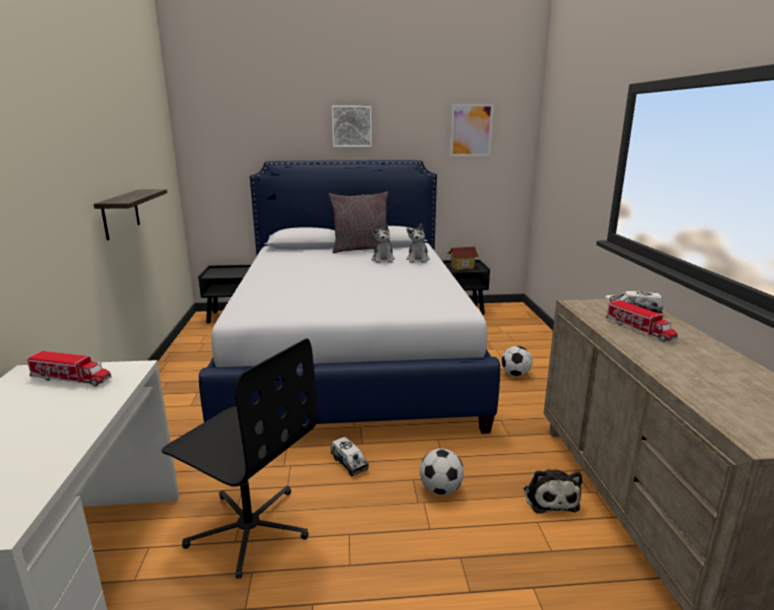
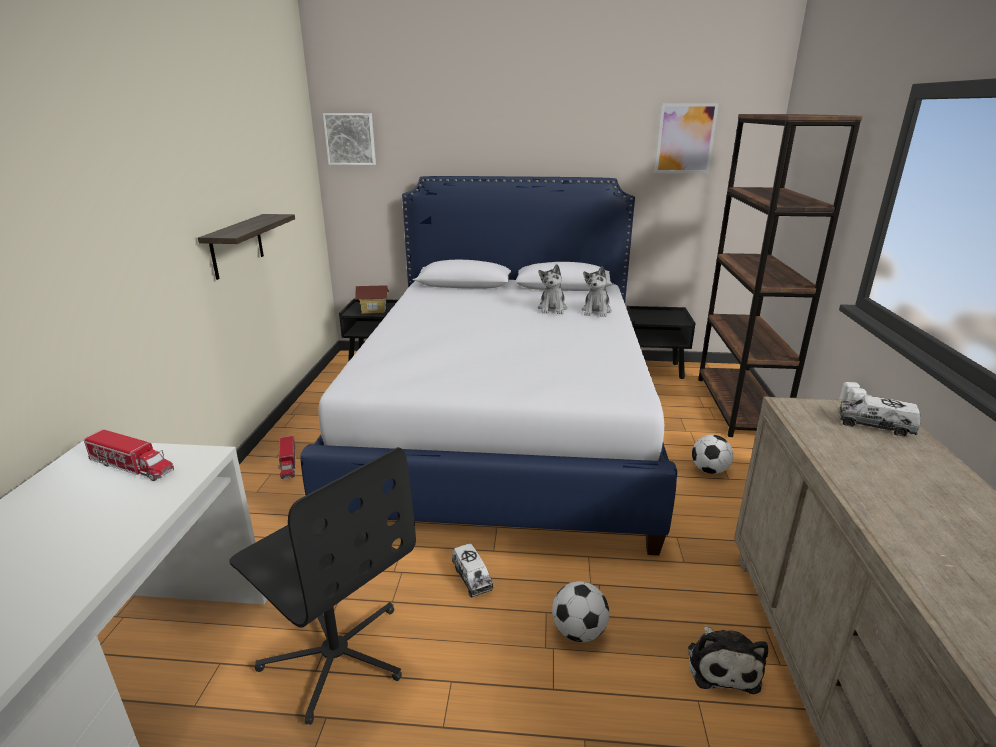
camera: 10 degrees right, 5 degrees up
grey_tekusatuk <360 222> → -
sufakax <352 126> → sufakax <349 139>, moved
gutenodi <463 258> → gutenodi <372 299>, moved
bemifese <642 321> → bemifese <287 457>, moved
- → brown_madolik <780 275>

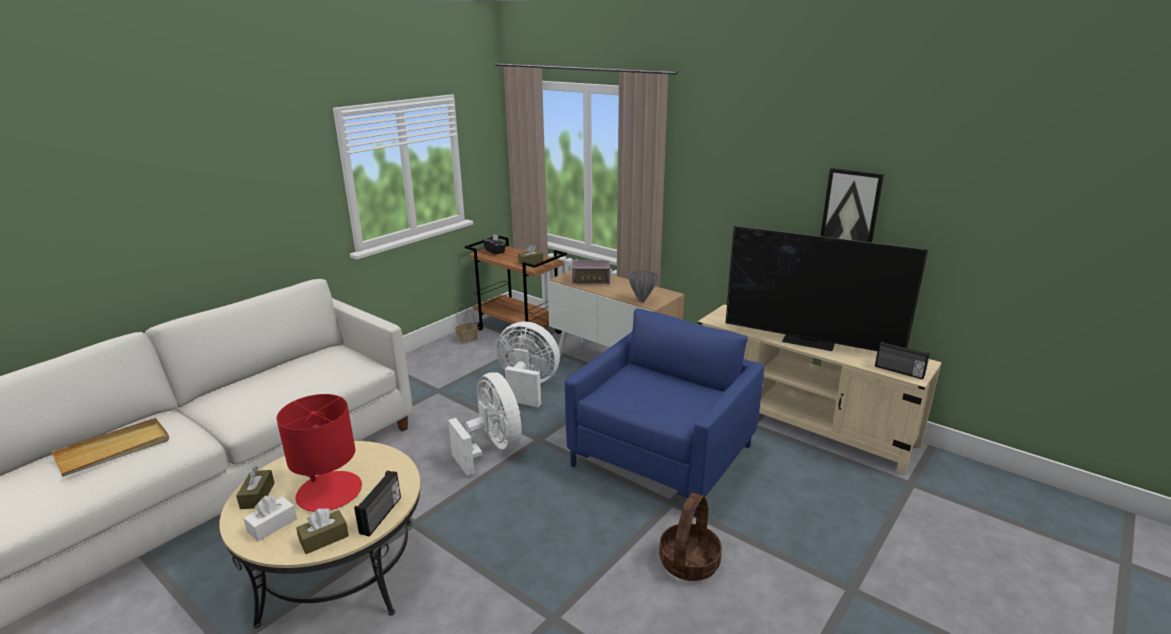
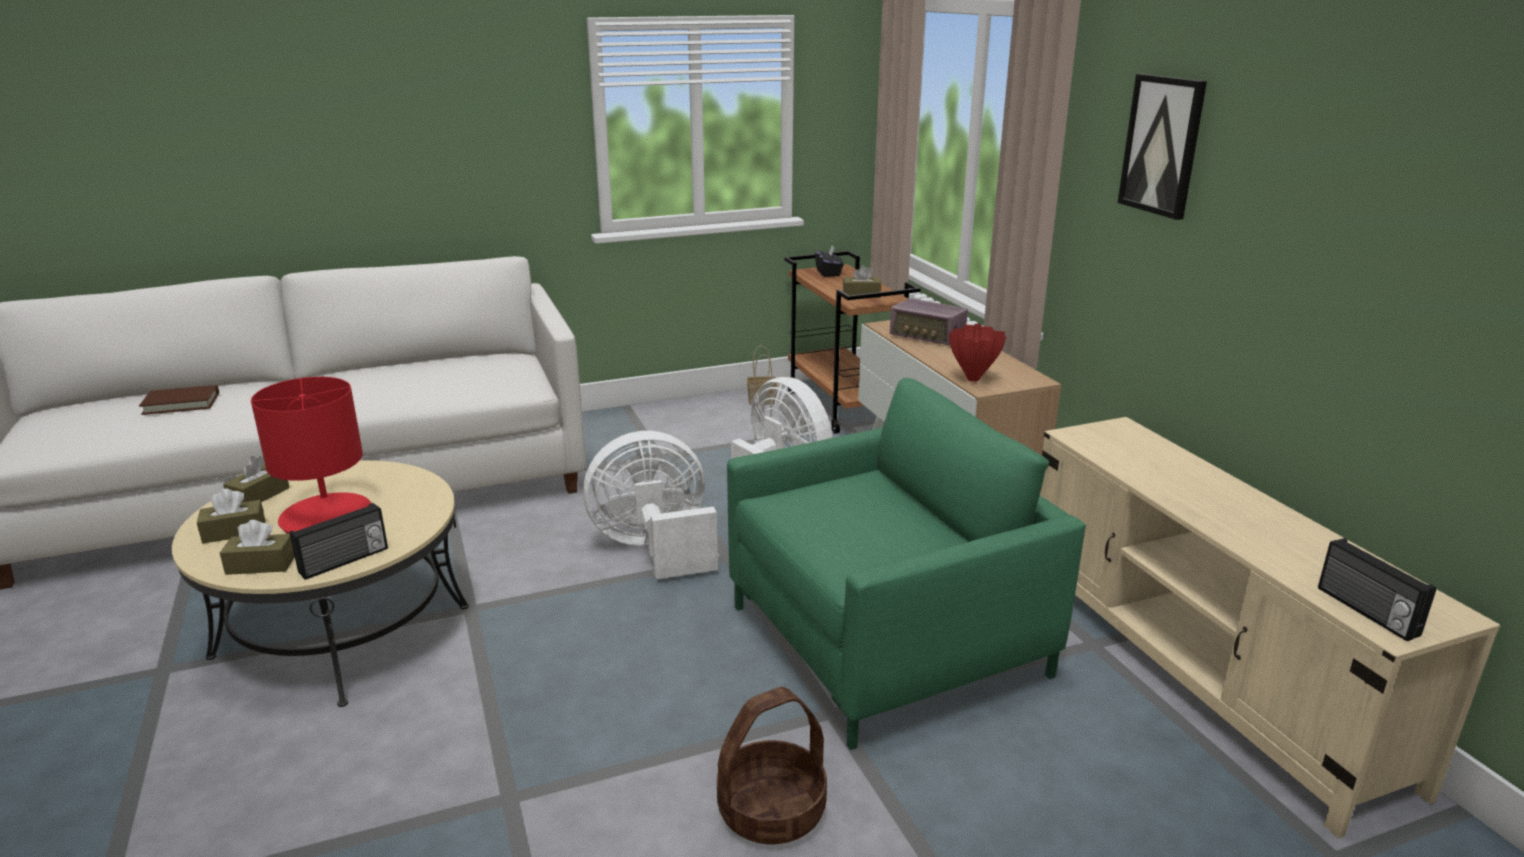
camera: 30 degrees right, 0 degrees up
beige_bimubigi <110 447> → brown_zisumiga <179 400>
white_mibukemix <270 518> → brown_mibukemix <231 516>
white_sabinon <485 424> → white_sabinon <650 505>, 105 degrees counterclockwise
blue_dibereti <664 413> → green_dibereti <906 564>
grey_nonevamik <643 285> → red_nonevamik <977 352>
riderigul <827 288> → -
sufakax <852 205> → sufakax <1162 147>, moved

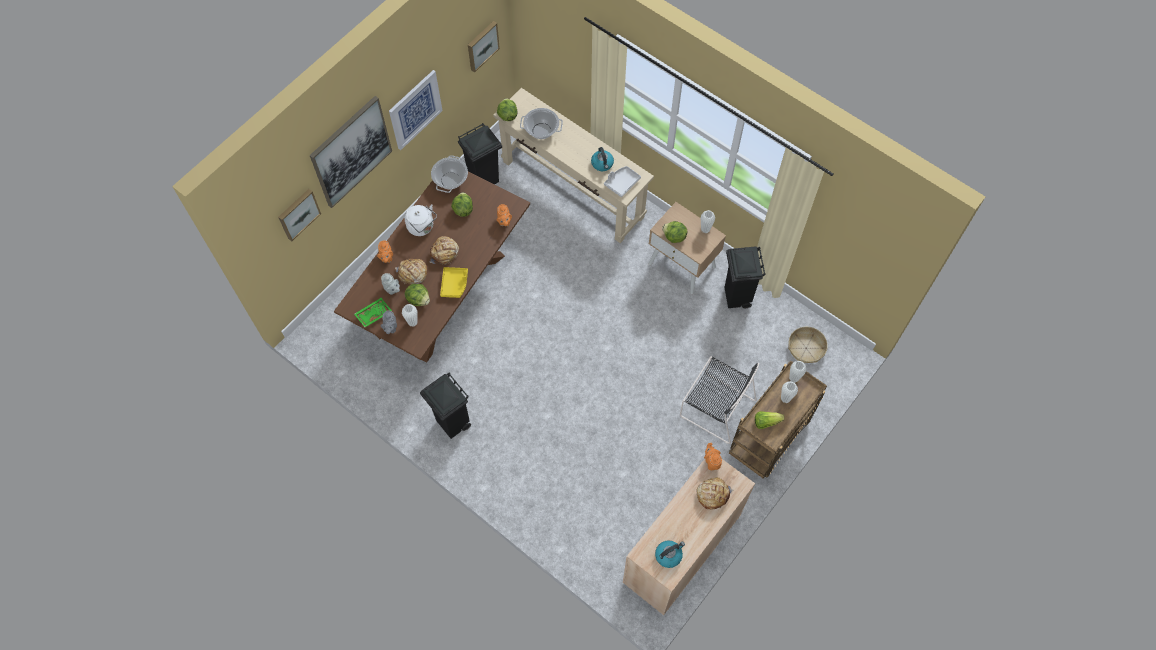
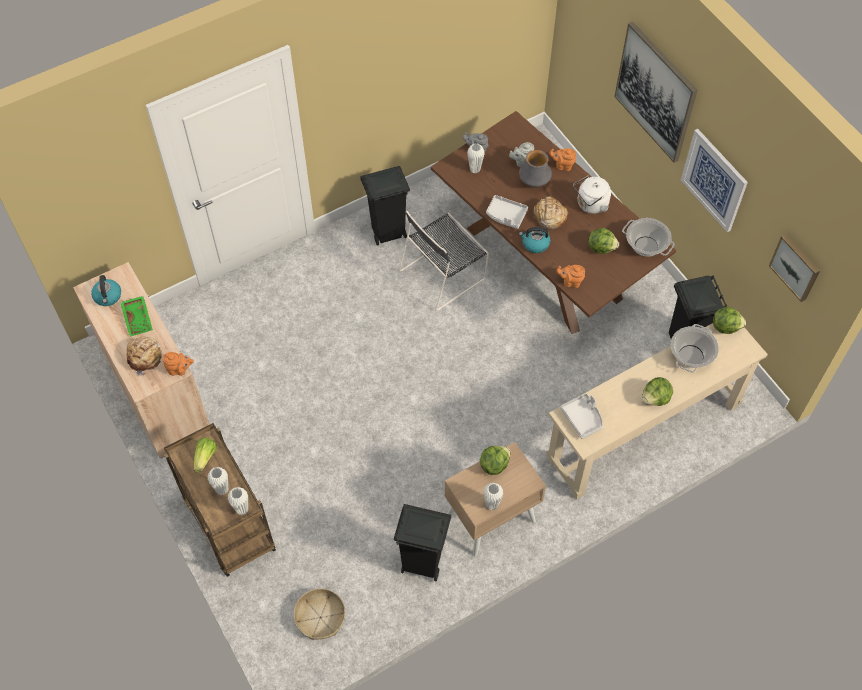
camera: 110 degrees right, 5 degrees down
sufakax <299 215> → -
green_bimubigi <373 312> → green_bimubigi <136 316>, moved
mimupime <411 271> → nonevamik <535 169>
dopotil <417 295> → dopotil <657 391>, moved
yellow_bimubigi <454 282> → grey_bimubigi <507 212>
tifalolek <602 159> → tifalolek <534 240>, moved
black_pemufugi <719 400> → black_pemufugi <444 261>, moved

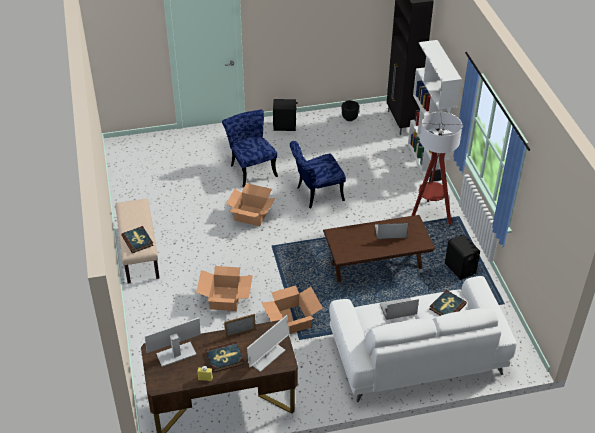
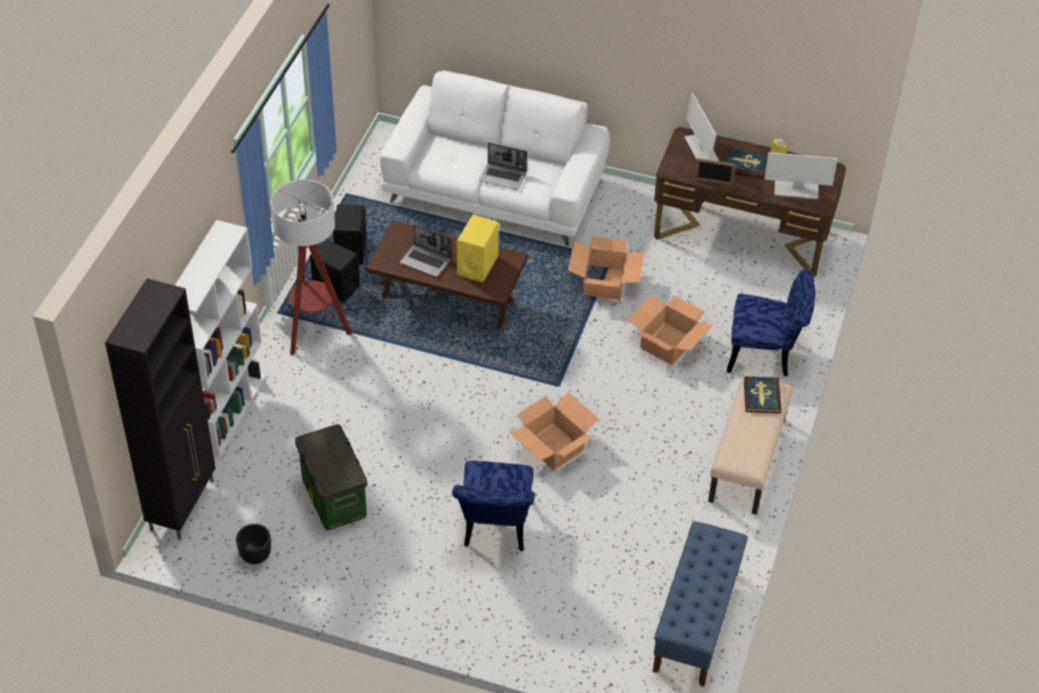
camera: 150 degrees left, 5 degrees up
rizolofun <268 343> → rizolofun <702 127>, 90 degrees counterclockwise
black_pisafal <285 115> → black_pisafal <335 271>, moved
blue_pemufugi <318 174> → blue_pemufugi <771 323>, moved
zisumiga <448 303> → -
- → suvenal <331 477>
- → yellow_pisafal <478 248>
- → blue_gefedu <700 604>

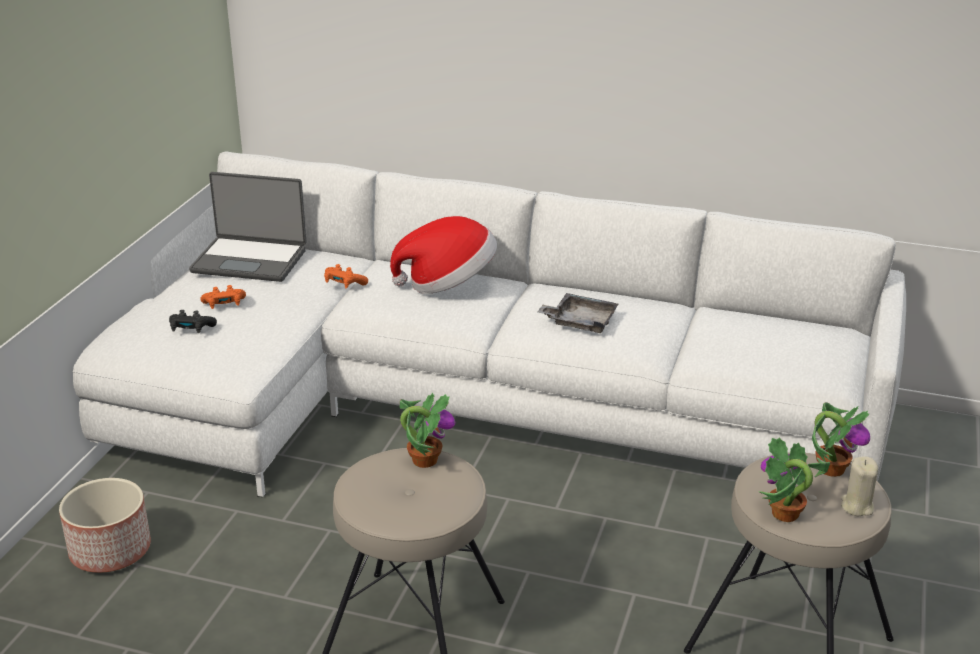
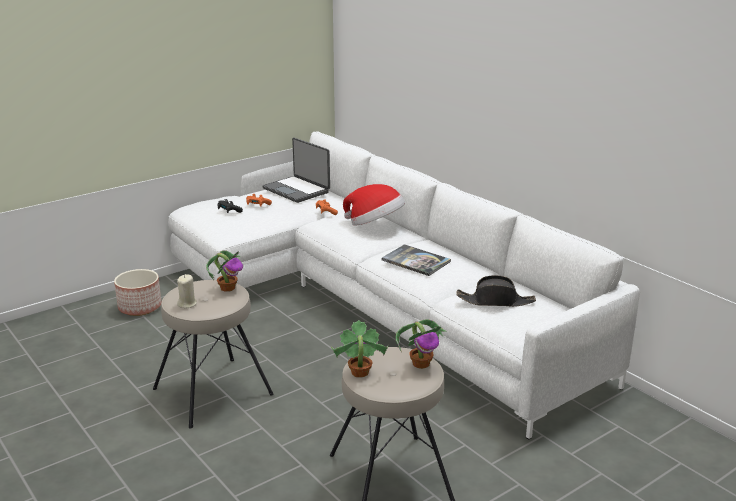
camera: 35 degrees right, 5 degrees down
grey_bimubigi <577 313> → zisumiga <416 260>
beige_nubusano <859 486> → beige_nubusano <187 291>, moved
- → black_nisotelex <496 291>

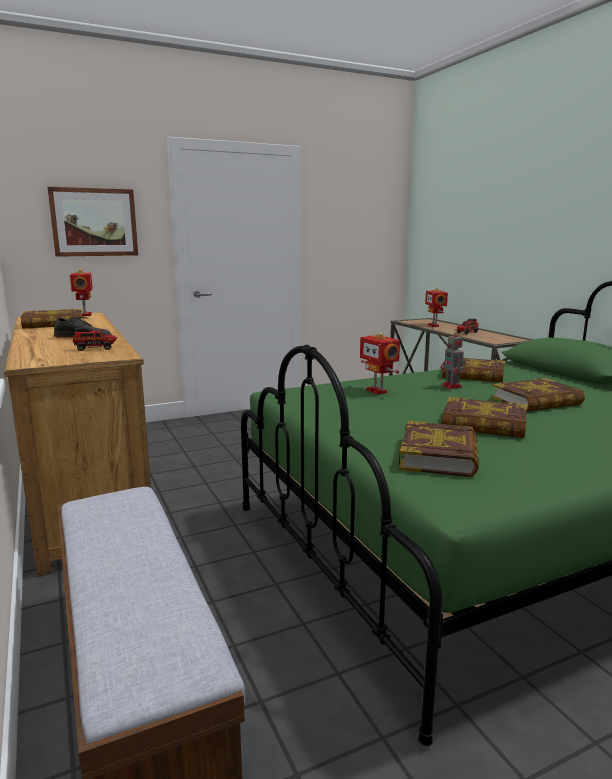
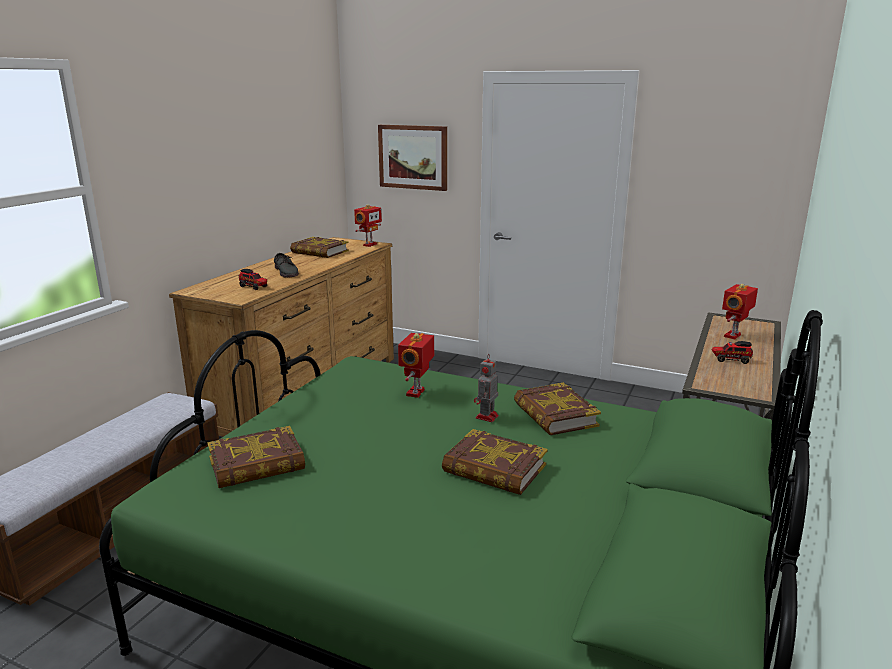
camera: 50 degrees right, 5 degrees up
zisumiga <484 417> → -

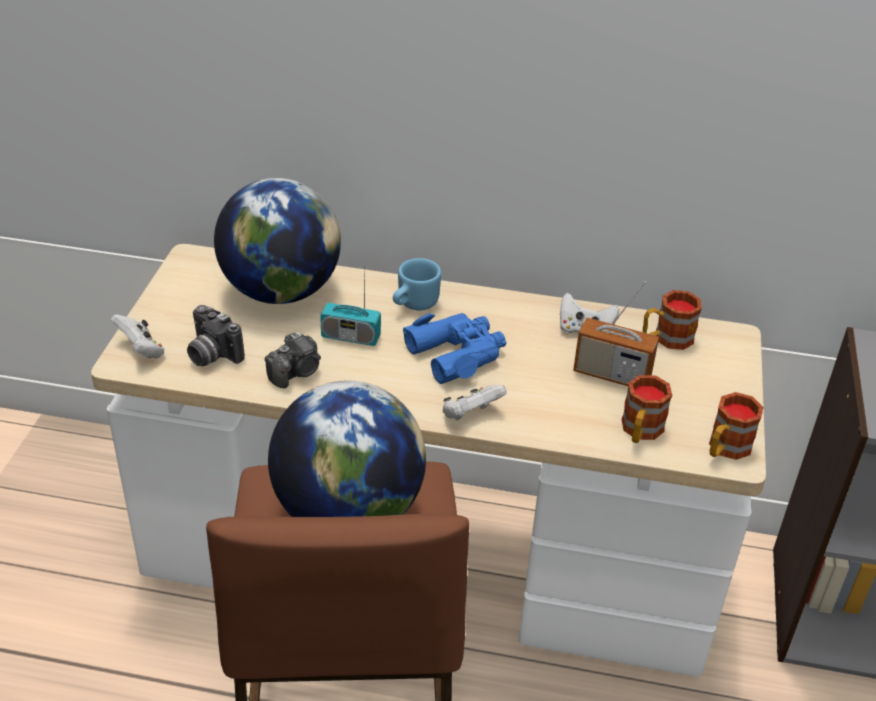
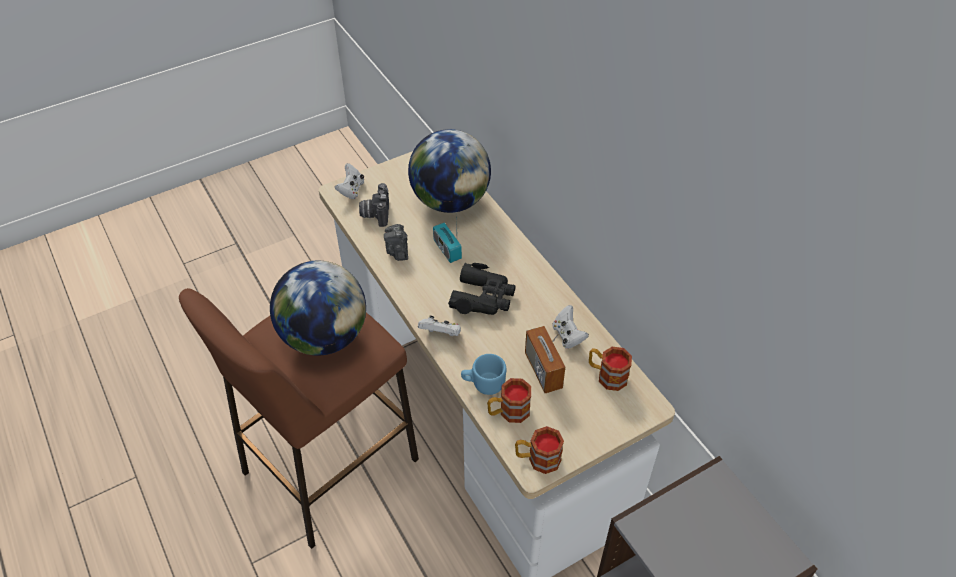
camera: 50 degrees right, 10 degrees up
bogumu <293 360> → bogumu <396 242>, 75 degrees clockwise
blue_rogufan <417 284> → blue_rogufan <483 374>, moved
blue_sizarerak <454 348> → black_sizarerak <482 289>

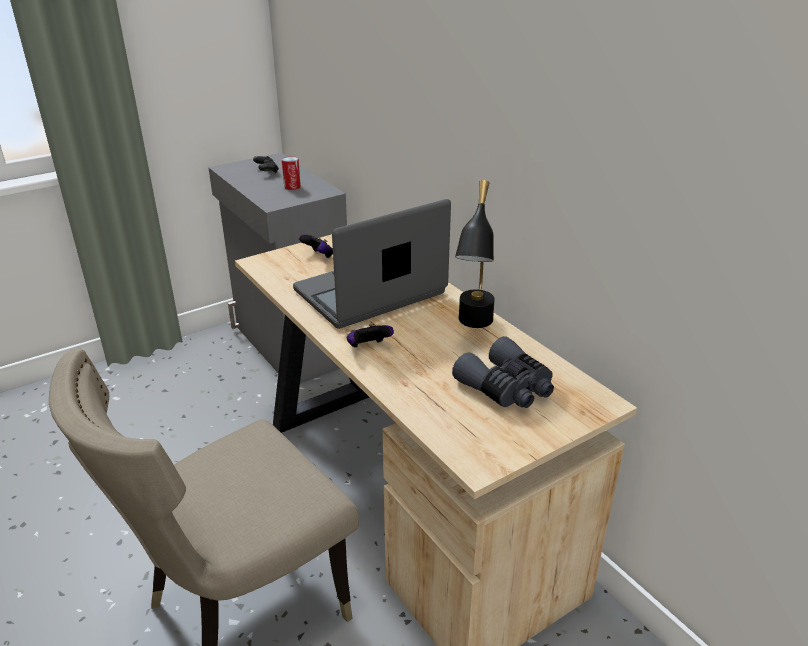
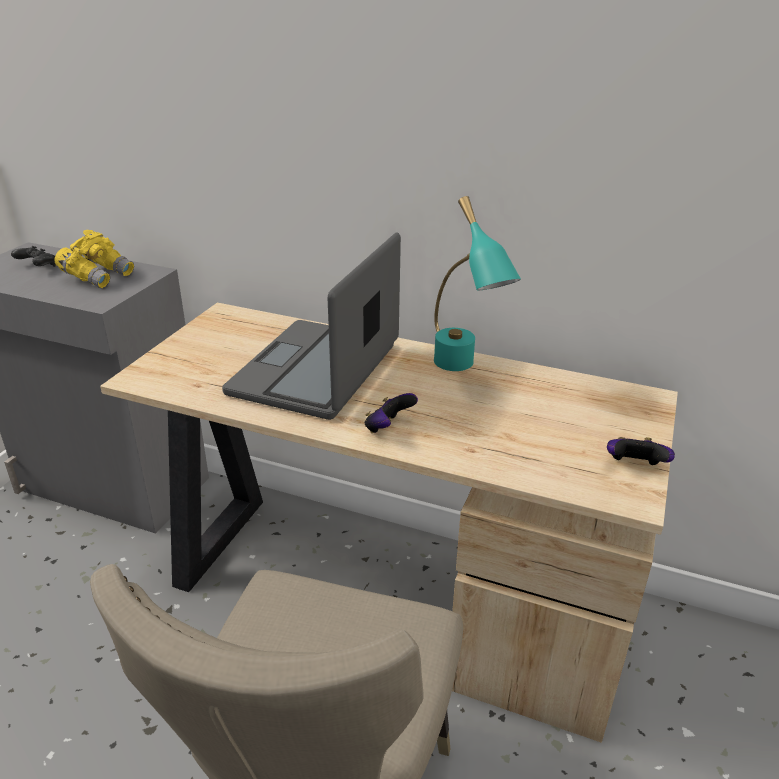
camera: 35 degrees left, 0 degrees up
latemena <291 173> → yellow_sizarerak <94 259>
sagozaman <316 246> → sagozaman <641 451>, moved
grey_sizarerak <503 372> → -
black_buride <475 254> → turquoise_buride <477 283>

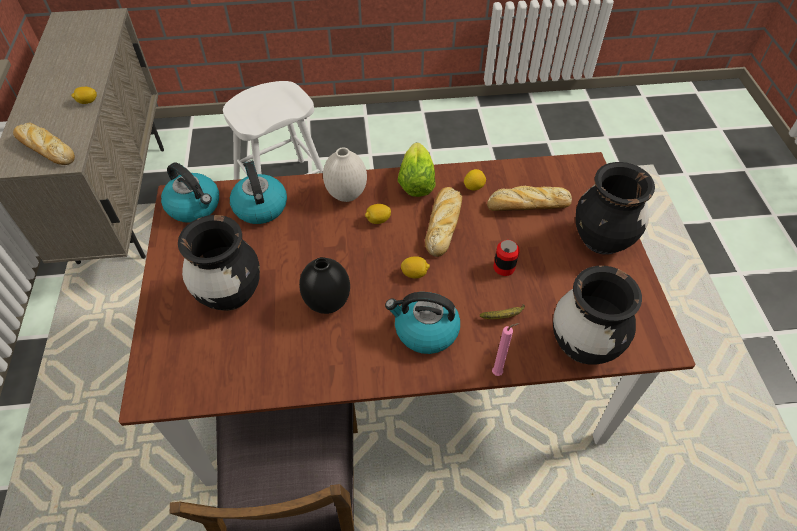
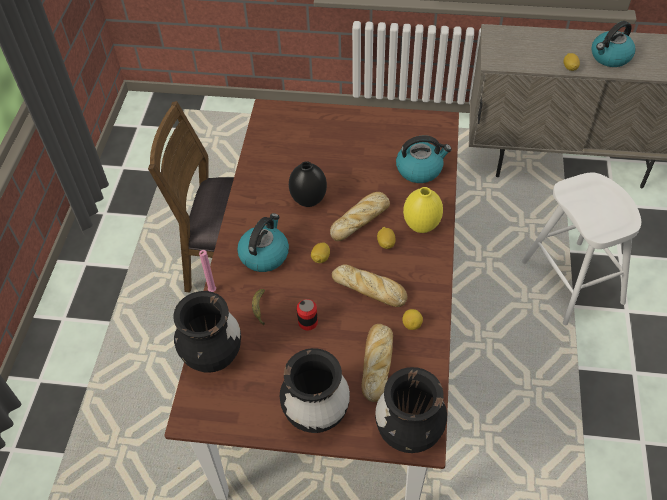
camera: 105 degrees right, 0 degrees up
mimupime <44 143> → mimupime <360 216>, moved
tifalolek <190 192> → tifalolek <613 44>, moved
black_nonevamik <219 263> → black_nonevamik <411 410>, moved
white_nonevamik <345 174> → yellow_nonevamik <423 210>
dopotil <417 170> → -

